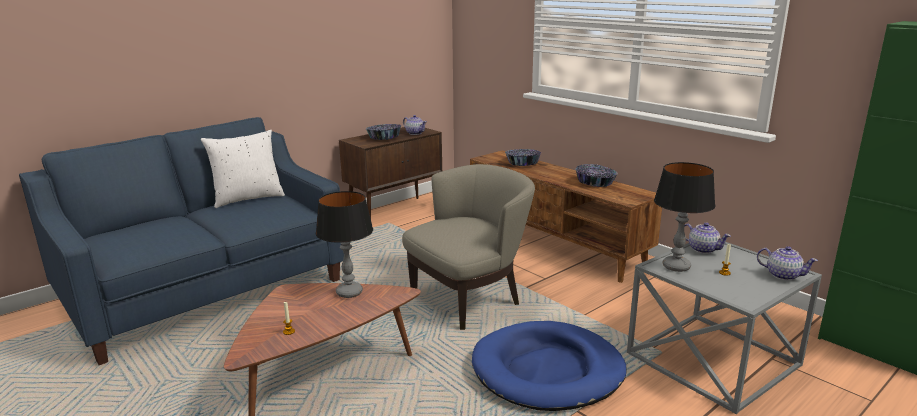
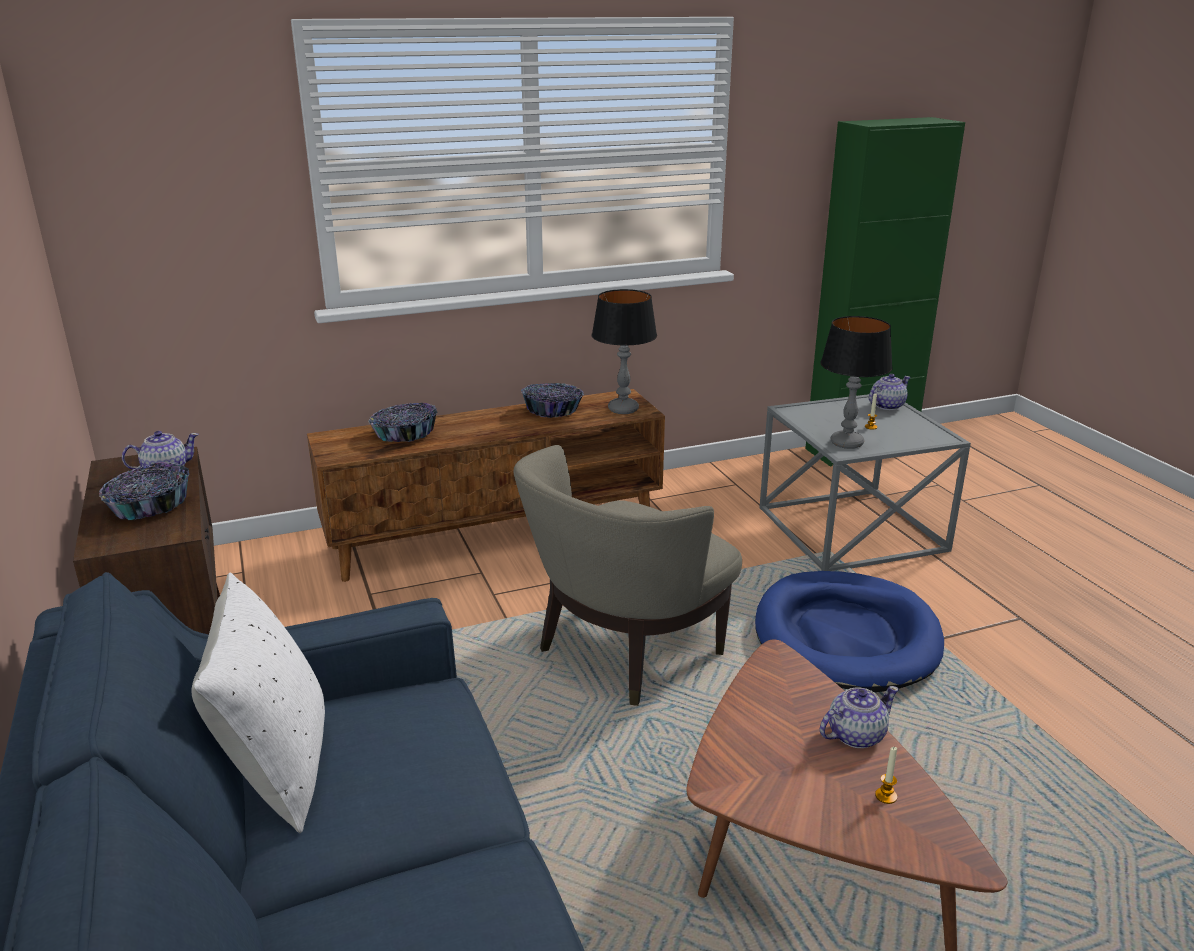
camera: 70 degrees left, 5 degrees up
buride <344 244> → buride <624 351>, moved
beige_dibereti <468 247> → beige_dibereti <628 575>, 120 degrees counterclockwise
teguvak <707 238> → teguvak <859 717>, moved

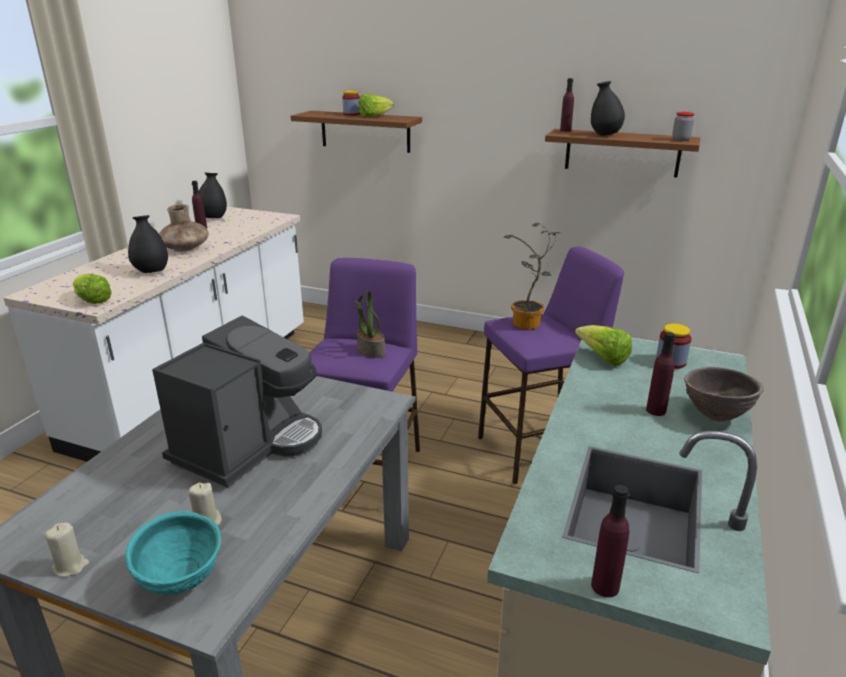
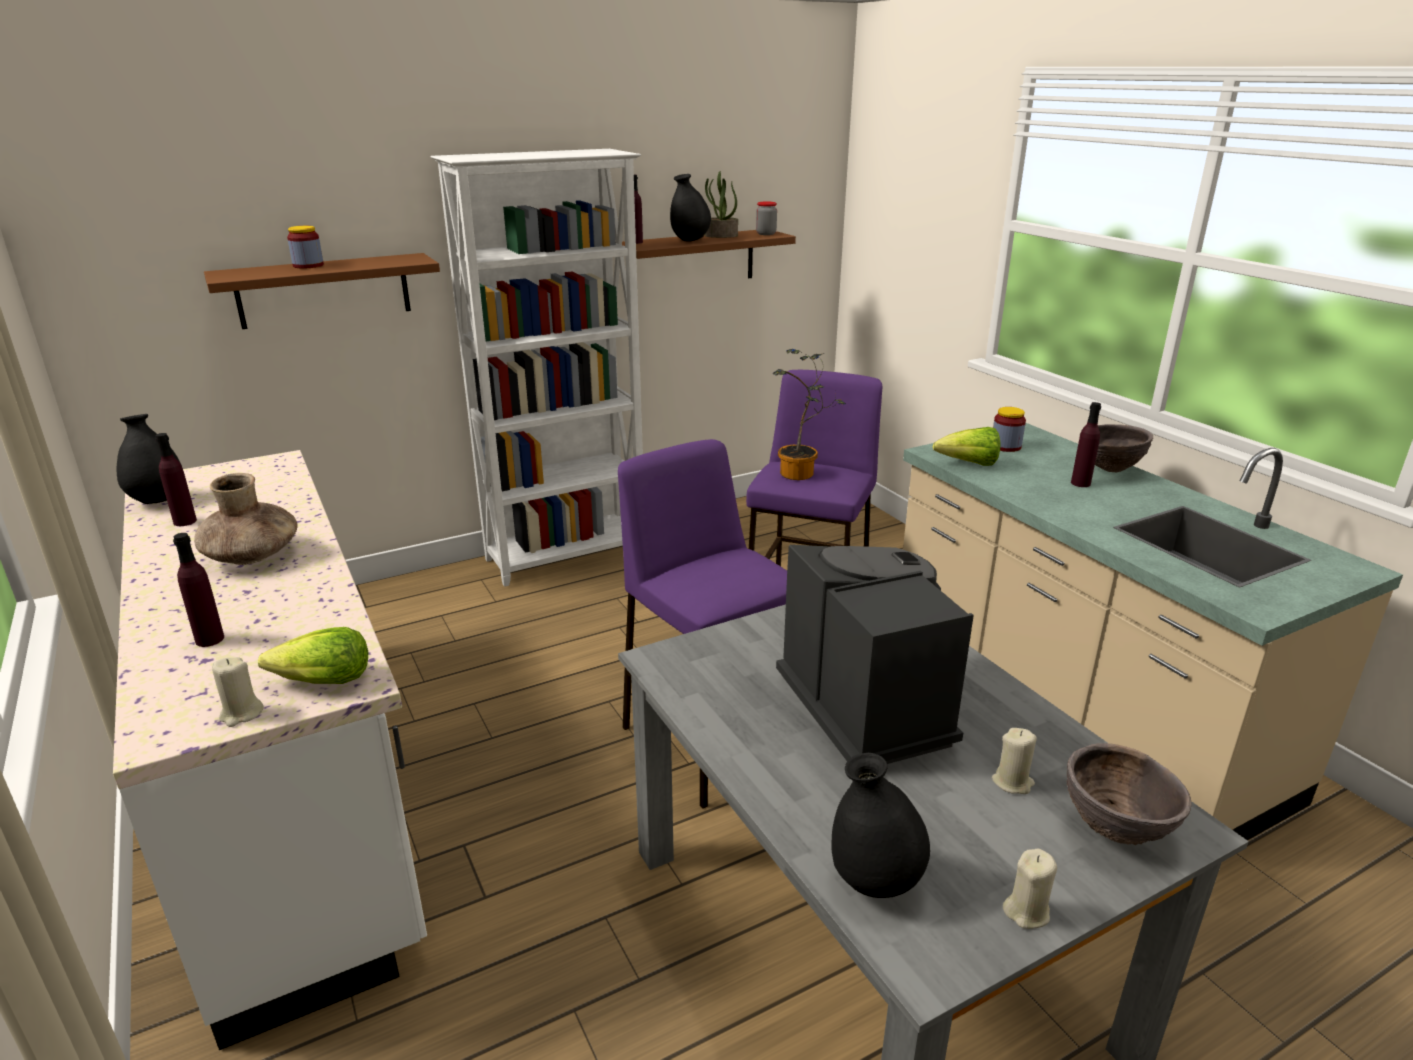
camera: 50 degrees left, 0 degrees up
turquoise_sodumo <173 553> → brown_sodumo <1129 794>
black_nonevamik <148 244> → black_nonevamik <881 825>, moved
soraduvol <370 324> → soraduvol <721 204>, moved
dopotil <376 105> → -
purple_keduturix <610 541> → purple_keduturix <198 590>, moved
- → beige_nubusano <238 692>
- → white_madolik <536 368>

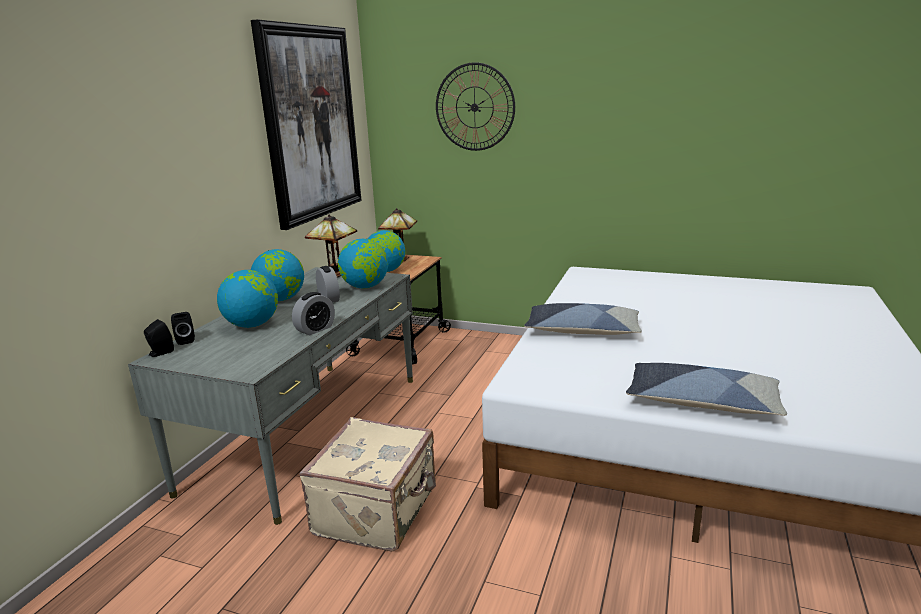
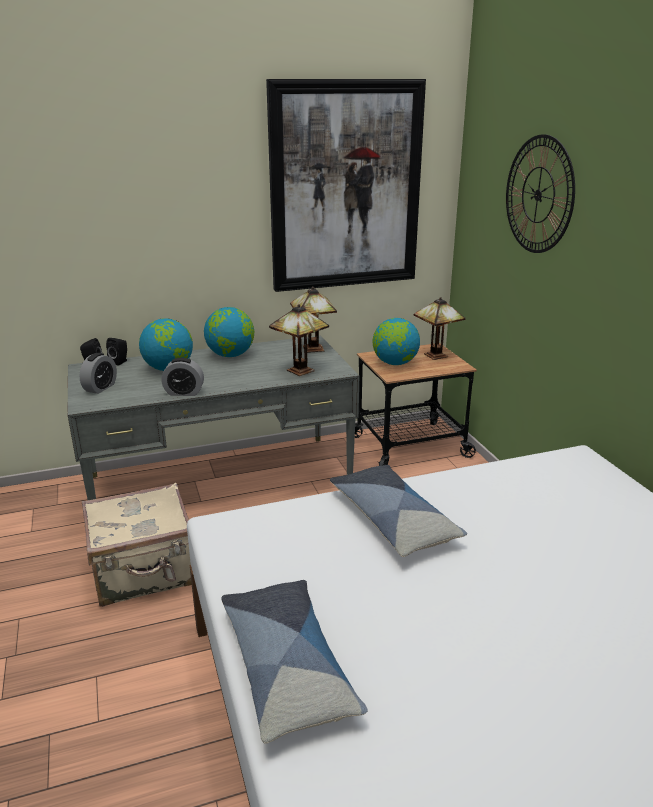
camera: 50 degrees right, 5 degrees up
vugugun <328 284> → vugugun <98 373>, moved
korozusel <363 263> → buride <299 340>

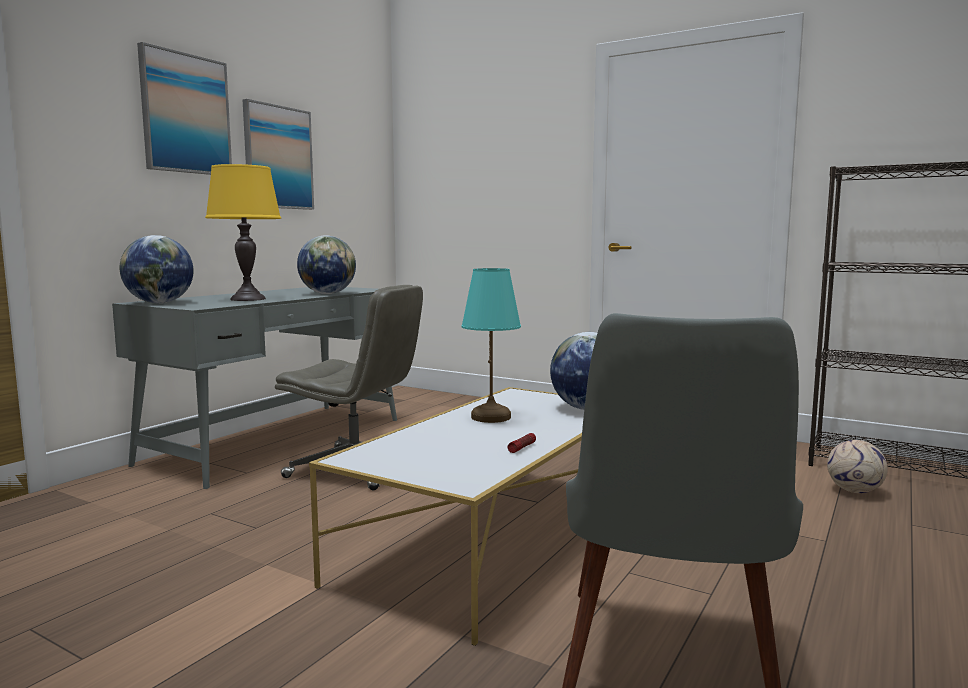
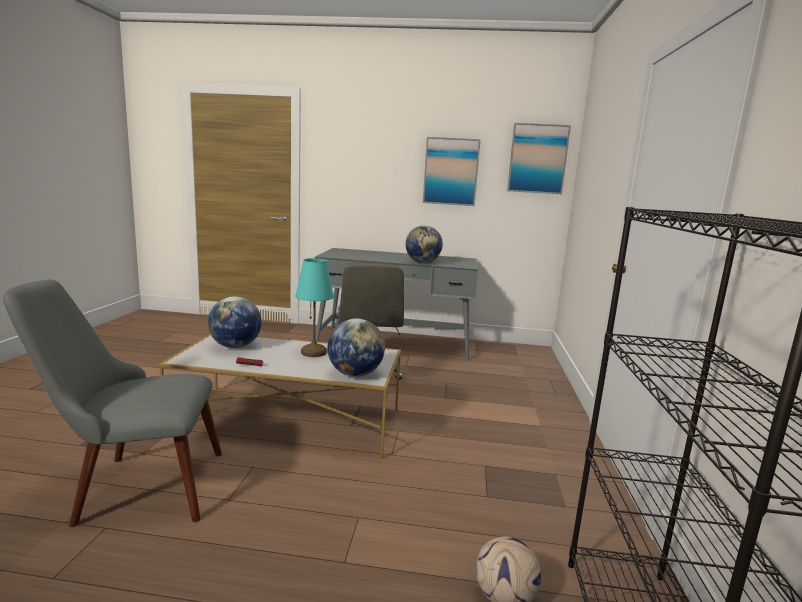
camera: 65 degrees right, 5 degrees up
korozusel <156 269> → korozusel <235 322>, moved
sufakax <184 108> → sufakax <539 158>, moved
yellow_buride <243 232> → -

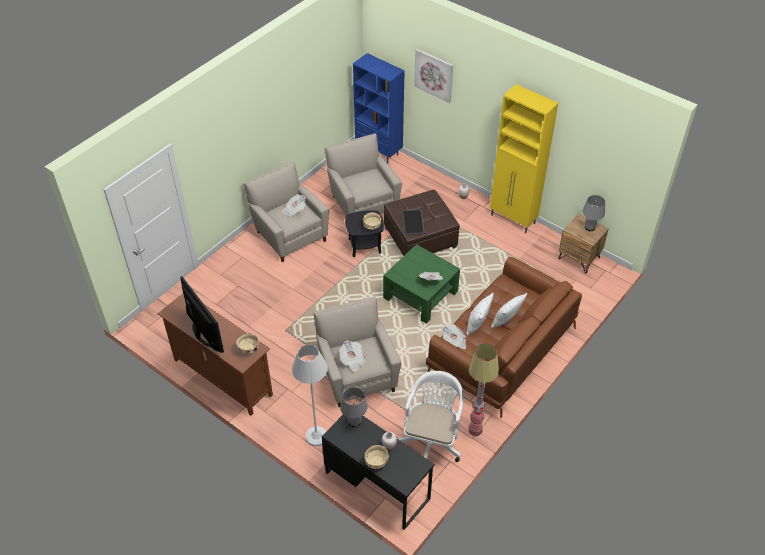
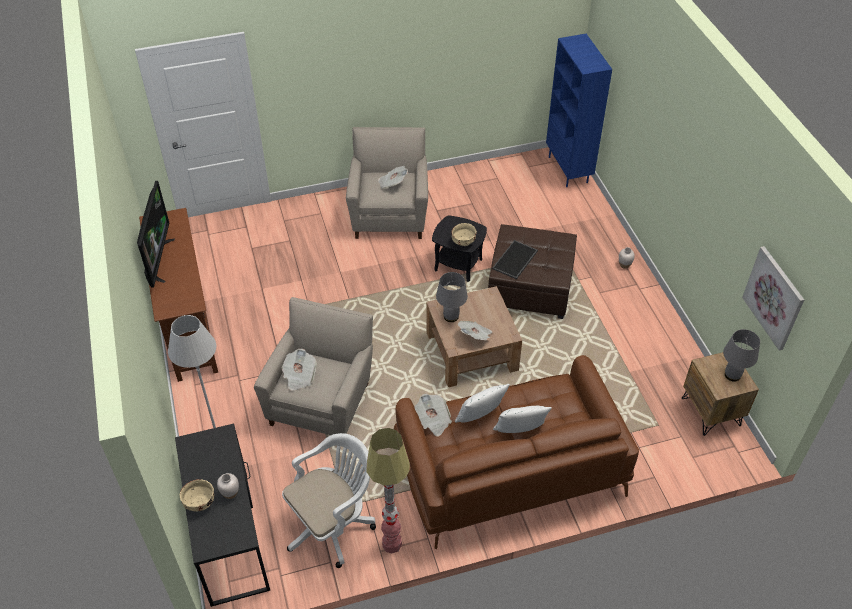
camera: 35 degrees right, 0 degrees up
beige_sodumo <247 343> → -
beige_dibereti <363 174> → -
grey_buride <353 407> → grey_buride <452 297>, moved
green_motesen <421 284> → brown_motesen <474 336>
sufakax <433 76> → sufakax <773 298>, moved
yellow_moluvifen <524 158> → -

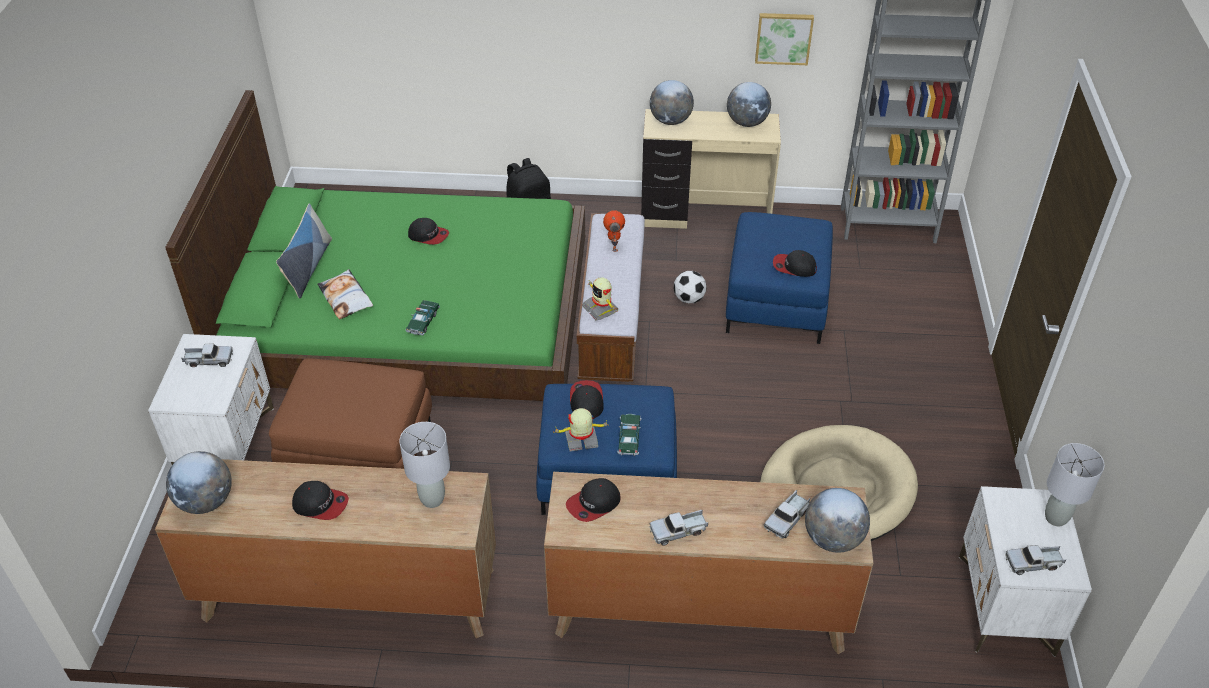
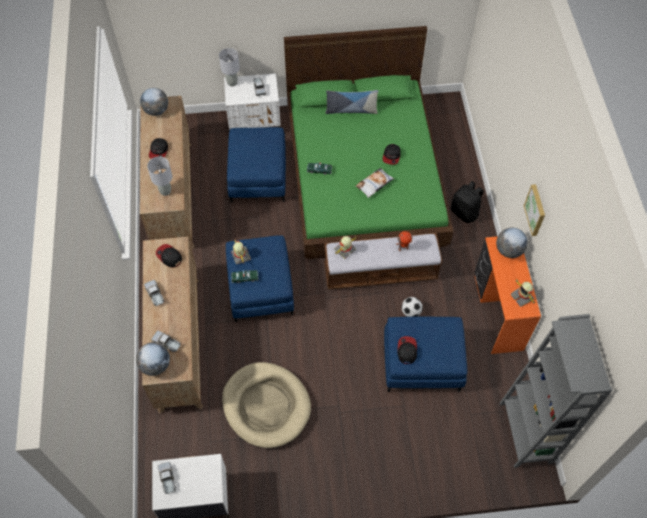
camera: 80 degrees right, 15 degrees up
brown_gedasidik <350 413> → blue_gedasidik <256 165>
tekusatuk <345 294> → tekusatuk <375 183>, moved
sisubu <587 399> → -
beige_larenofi <711 169> → orange_larenofi <507 295>
korozusel <749 104> → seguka <522 292>
sufakax <784 39> → sufakax <534 210>, moved
grey_buride <1074 484> → grey_buride <229 67>, moved

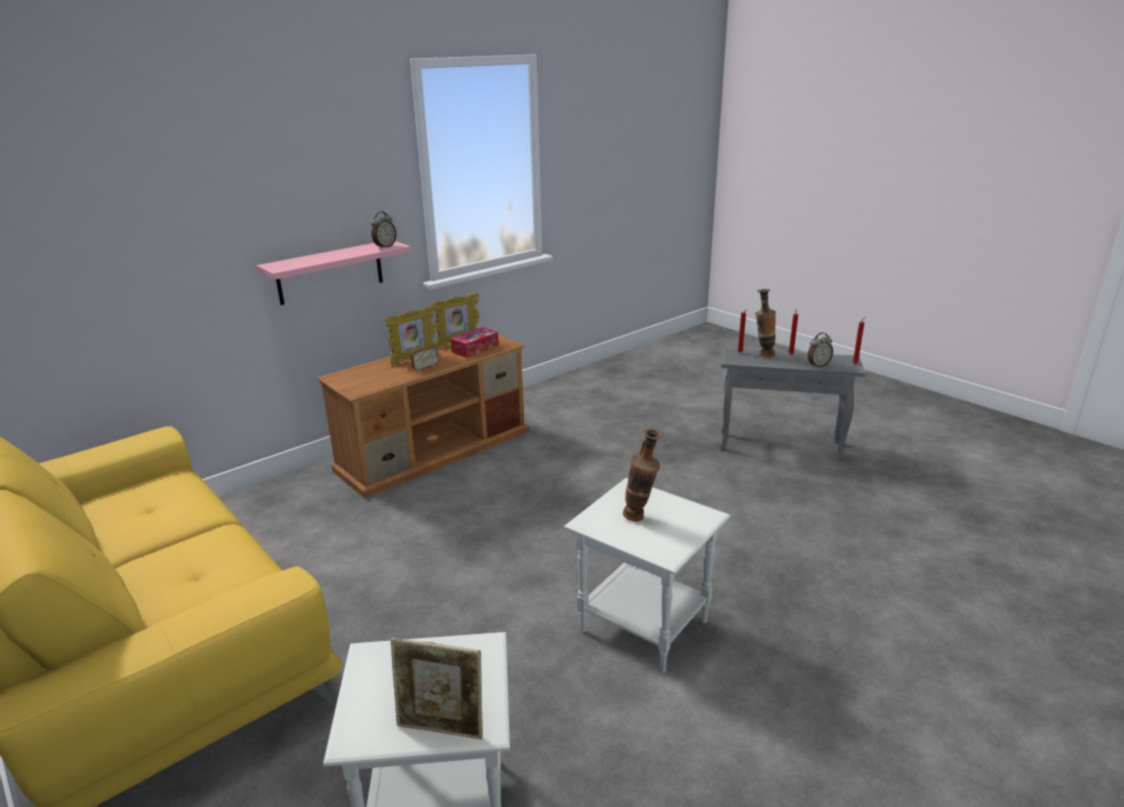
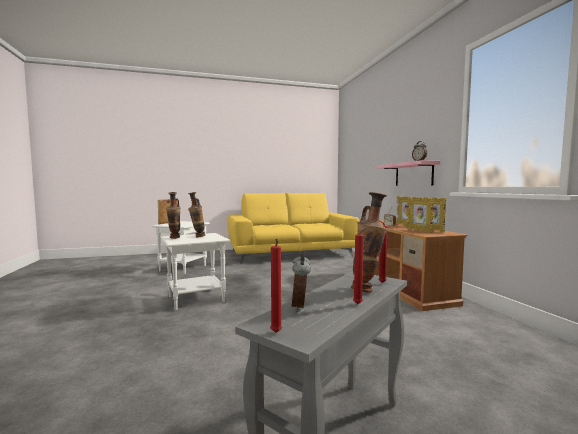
camera: 115 degrees right, 20 degrees down
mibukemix <474 342> → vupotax <420 215>
- → nonevamik <173 215>

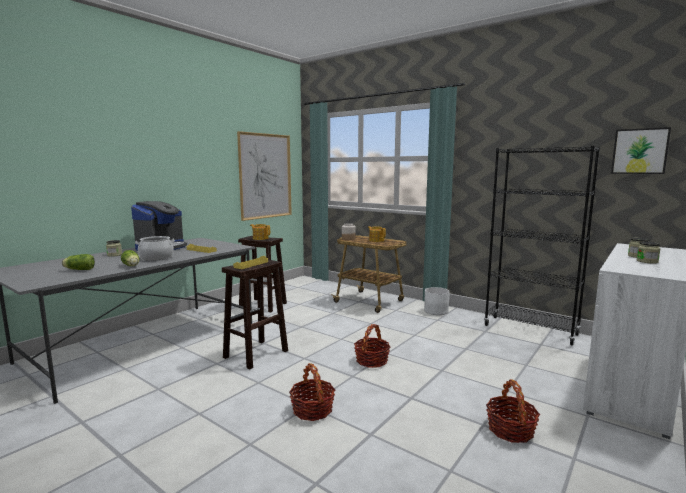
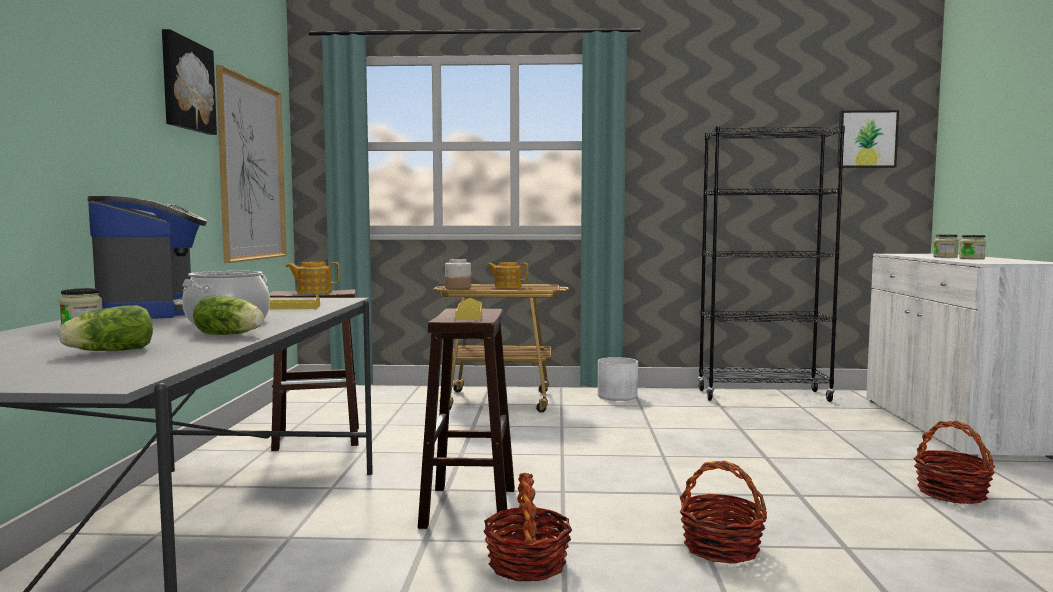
camera: 35 degrees left, 5 degrees down
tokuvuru <372 346> → tokuvuru <527 527>, moved
- → sufakax <189 82>

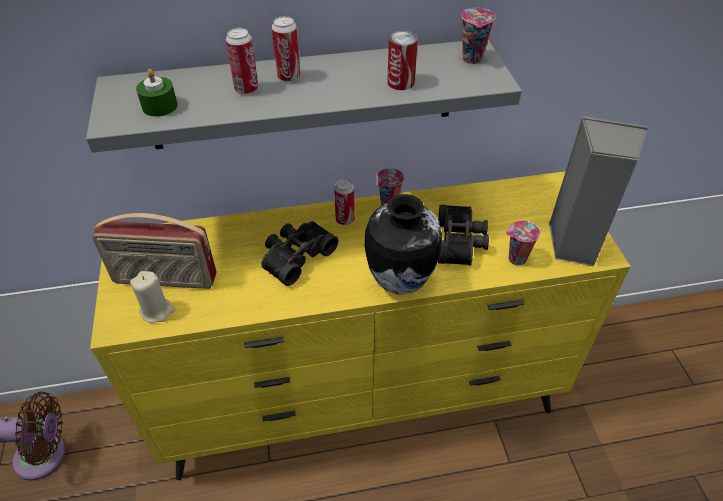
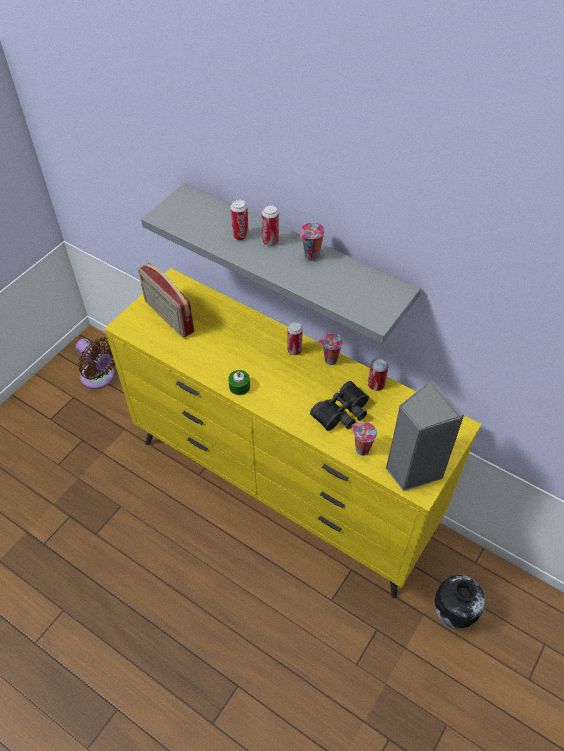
camera: 45 degrees right, 5 degrees up
beige_nubusano <152 297> → -
green_nubusano <157 93> → green_nubusano <239 382>, moved
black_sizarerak <299 253> → -
nonevamik <403 244> → nonevamik <460 602>, moved
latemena <402 60> → latemena <378 374>, moved
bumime <479 36> → bumime <312 241>, moved

